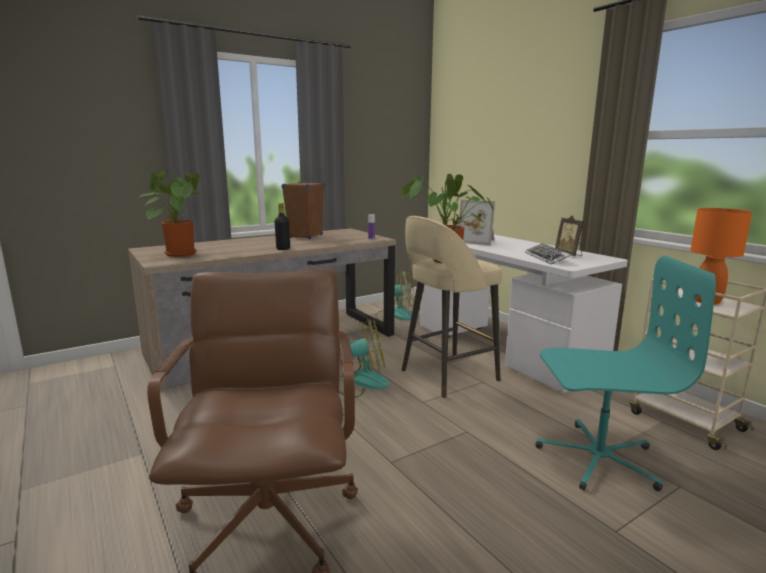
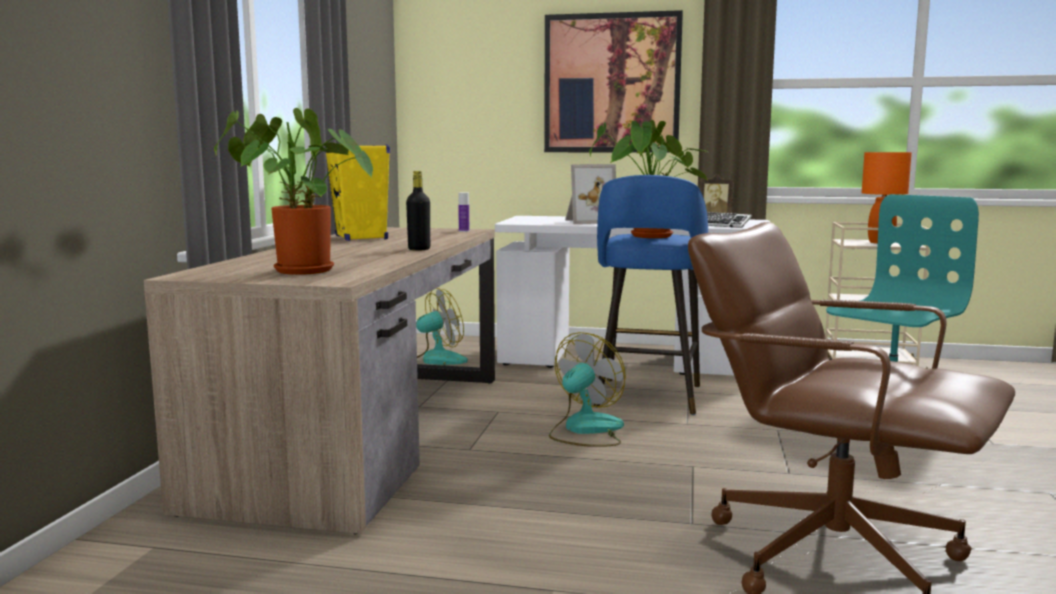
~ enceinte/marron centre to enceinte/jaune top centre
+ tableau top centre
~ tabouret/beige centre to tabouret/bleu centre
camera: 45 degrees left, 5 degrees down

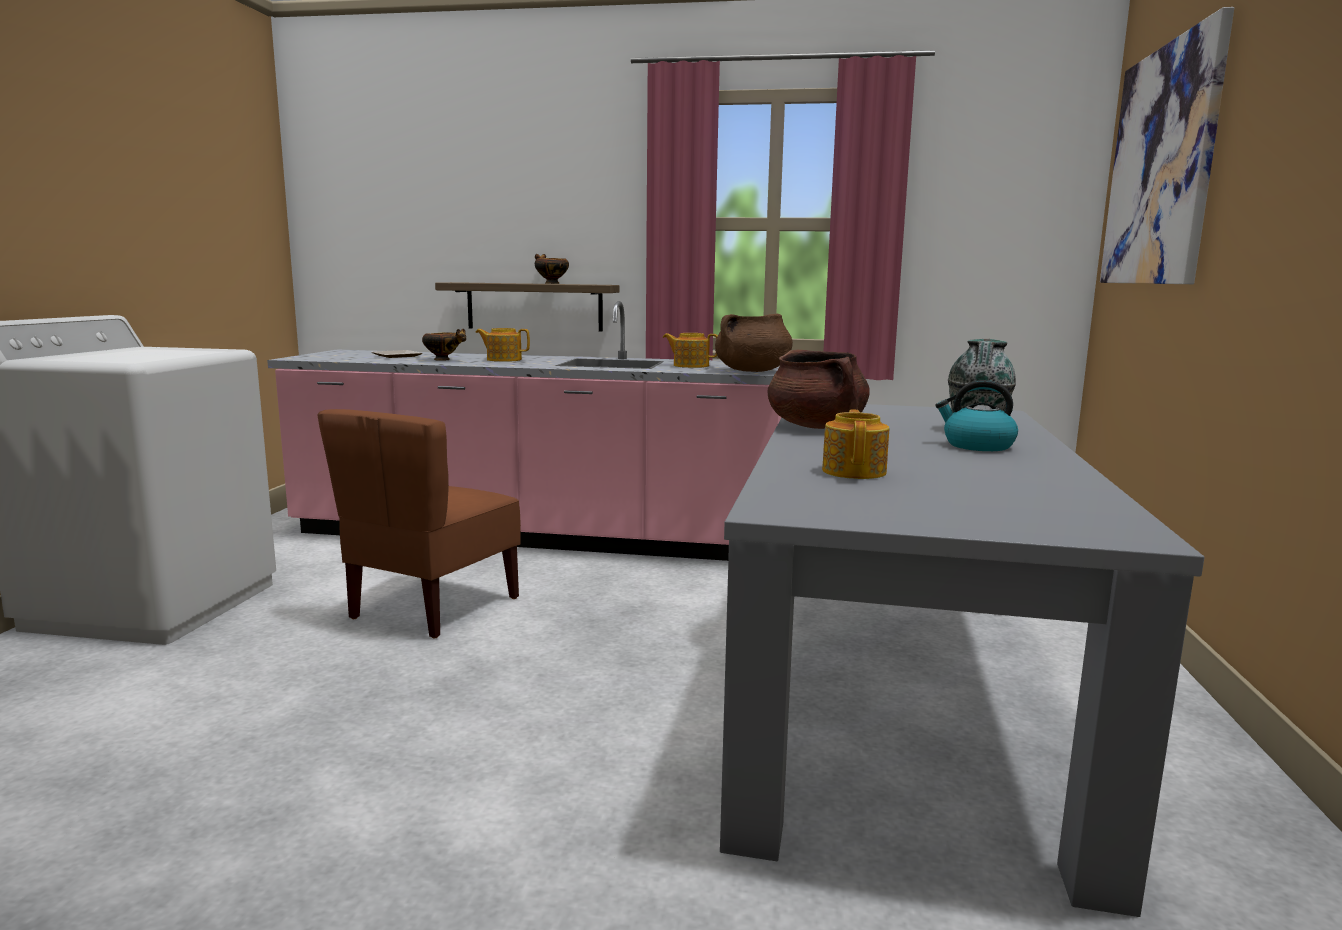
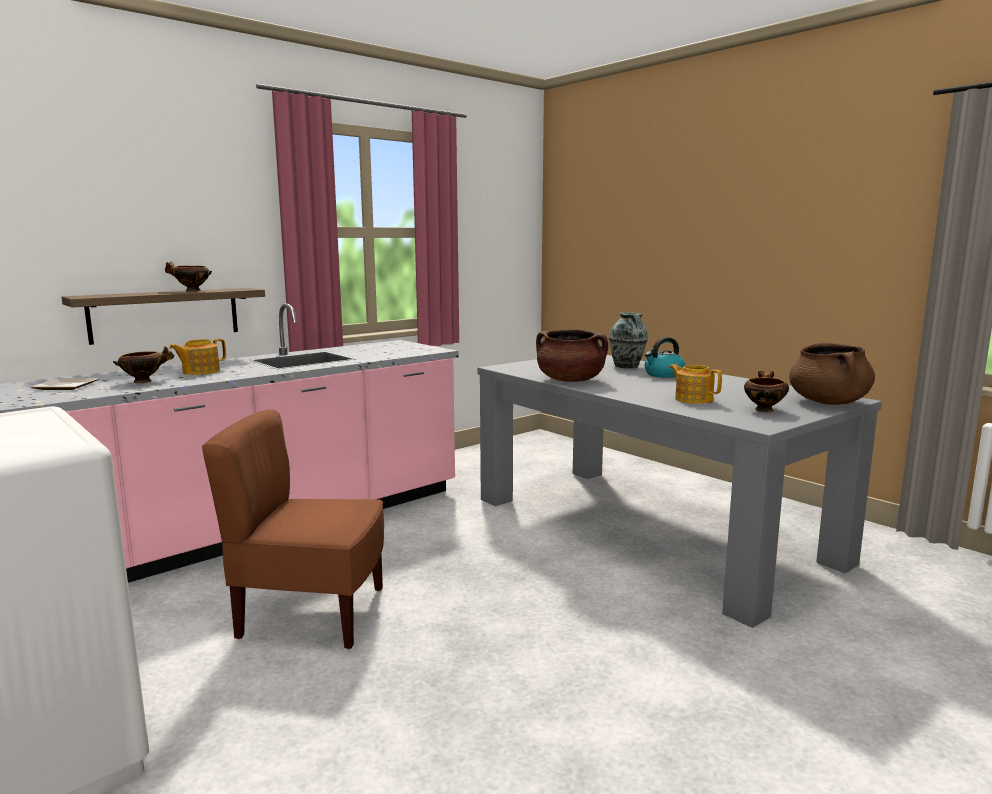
~ chaise/marron middle left = middle left 120 degrees clockwise
+ bol (no. 3 from left) middle right
~ marmite/marron (no. 1 from left in the first image) centre to marmite/marron (no. 2 from left) middle right
- théière (no. 2 from left) centre
- tableau top right
camera: 50 degrees left, 0 degrees up

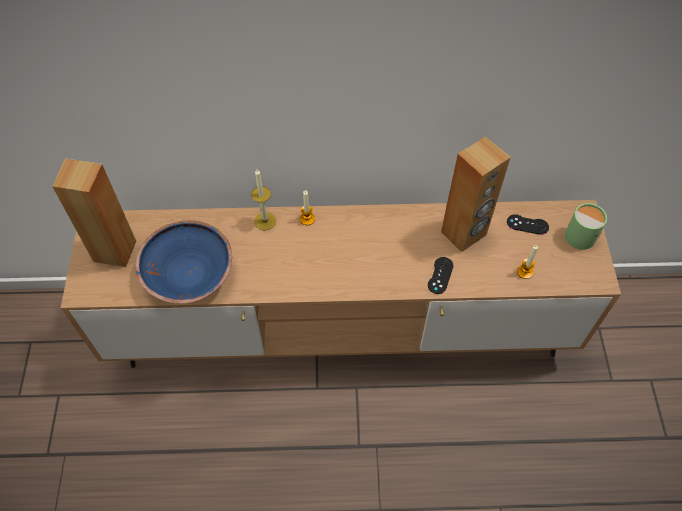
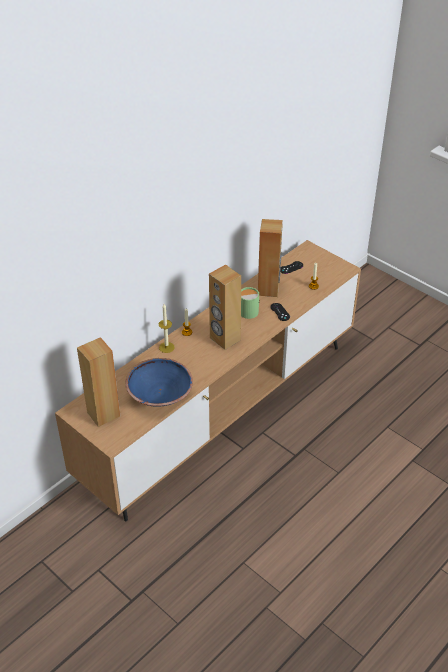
+ enceinte/marron (no. 2 from left) centre
~ mug/vert middle right to centre
camera: 45 degrees left, 15 degrees down

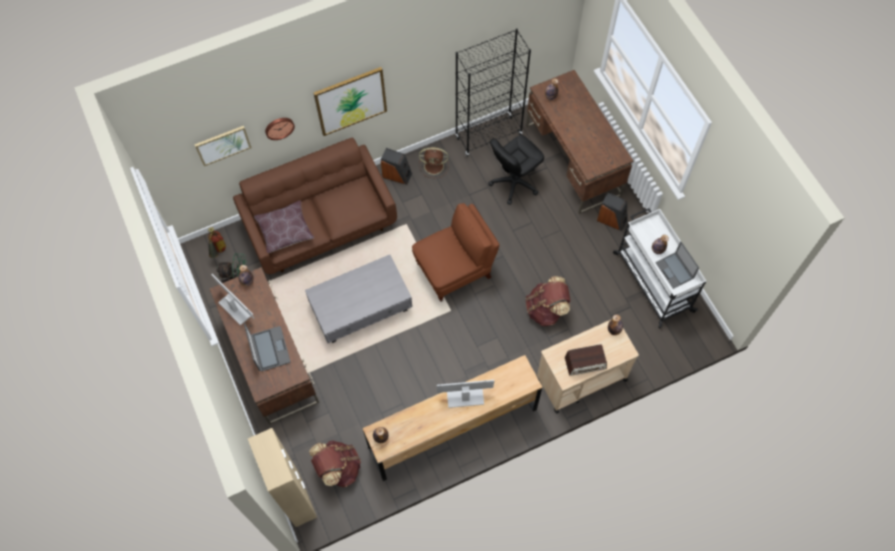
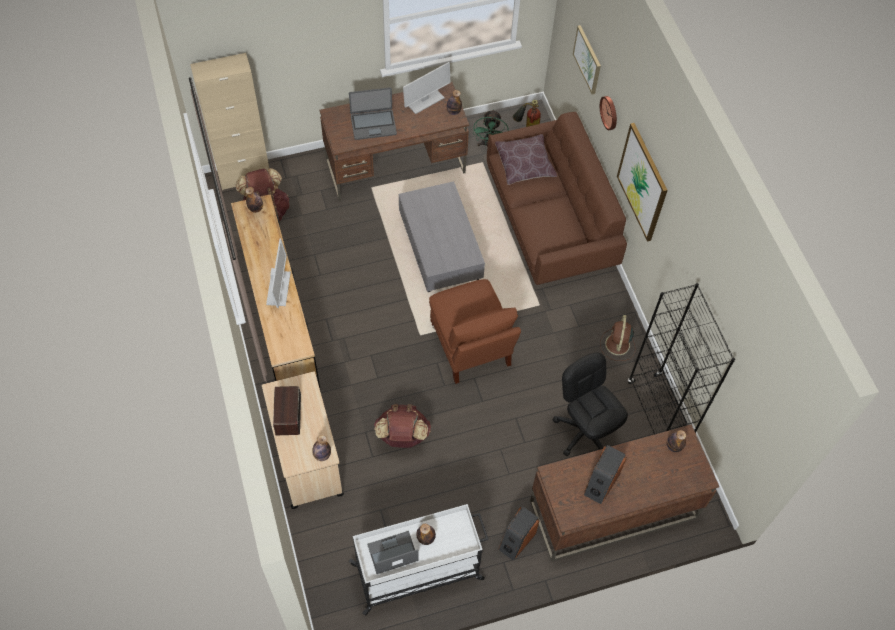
~ enceinte (no. 1 from left in the first image) top centre to enceinte (no. 2 from left) bottom right
camera: 95 degrees right, 5 degrees down

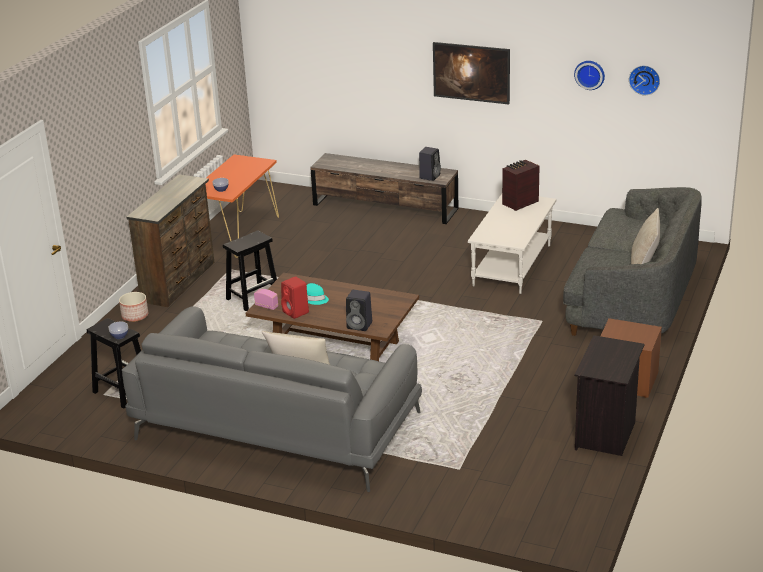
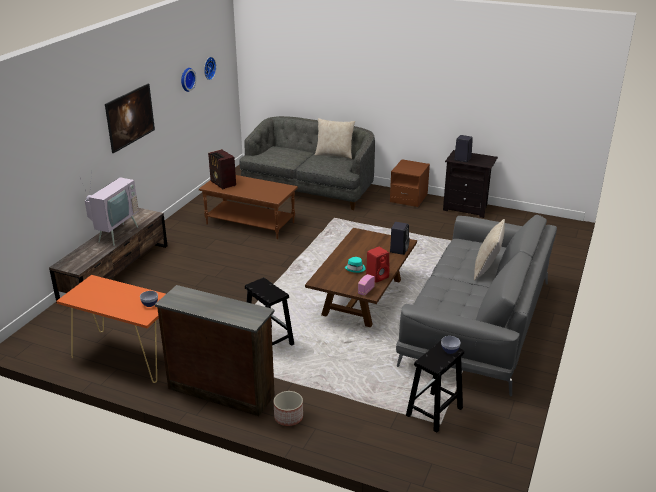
+ téléviseur middle left
~ table basse/blanc middle right to table basse/marron (no. 1 from left) centre
~ enceinte/noir (no. 2 from left) top centre to top right
camera: 90 degrees left, 0 degrees up

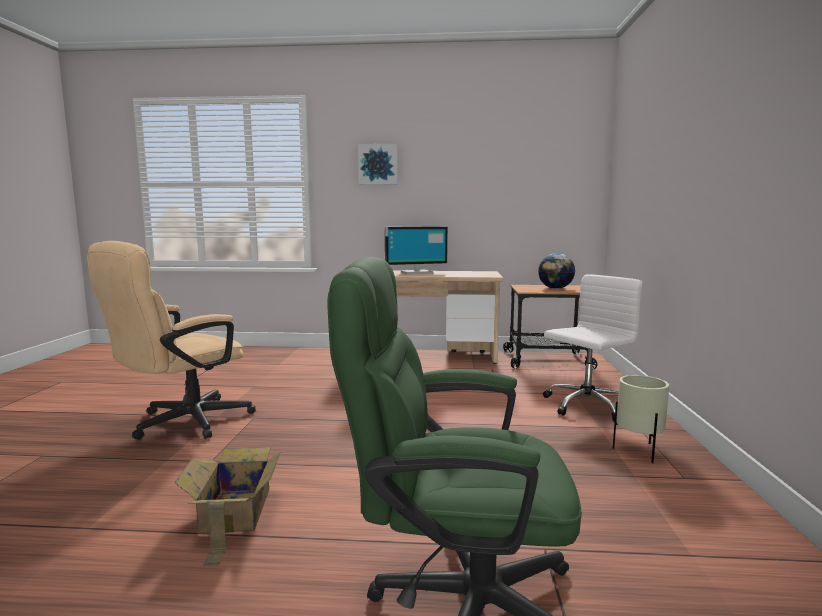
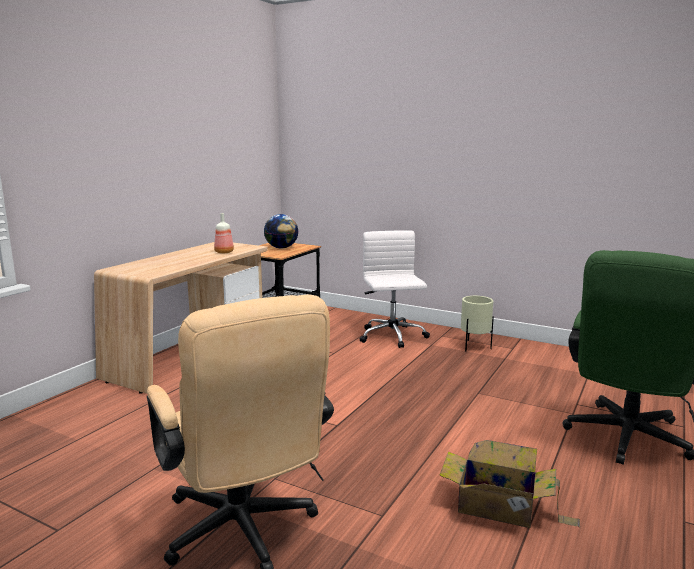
+ bouteille middle left
- tableau top centre
- écran d'ordinateur centre
camera: 65 degrees left, 5 degrees up

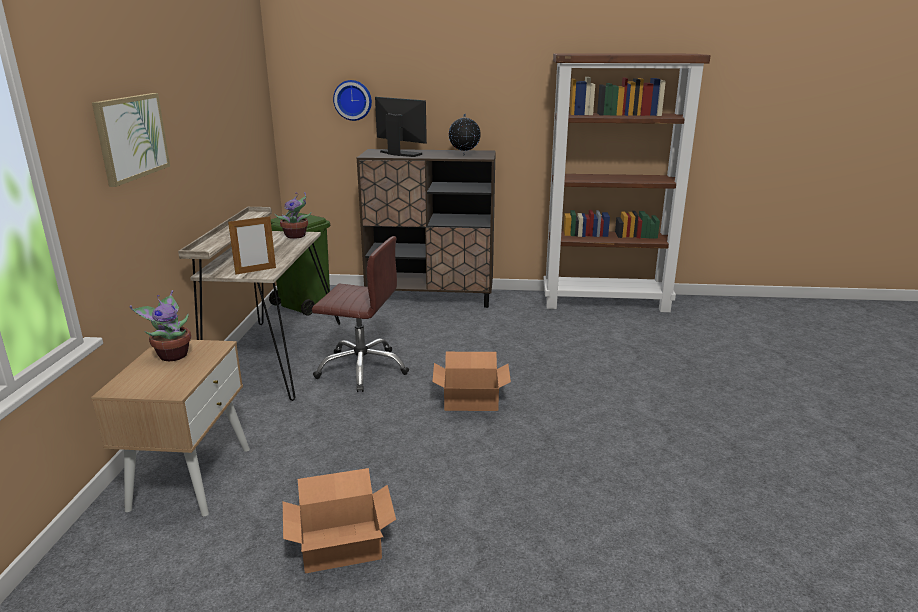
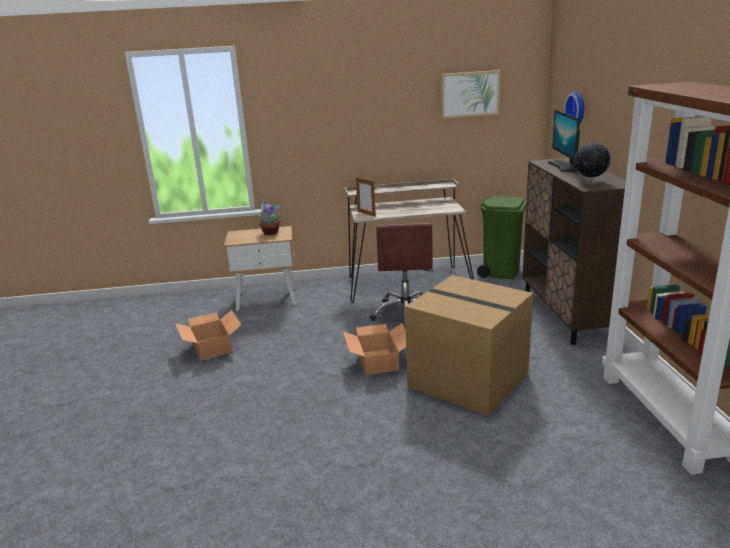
+ carton (no. 3 from left) centre
~ tableau top left to top centre
~ écran d'ordinateur top centre = top right 150 degrees clockwise
- plante en pot (no. 2 from left) middle left
camera: 80 degrees right, 0 degrees up

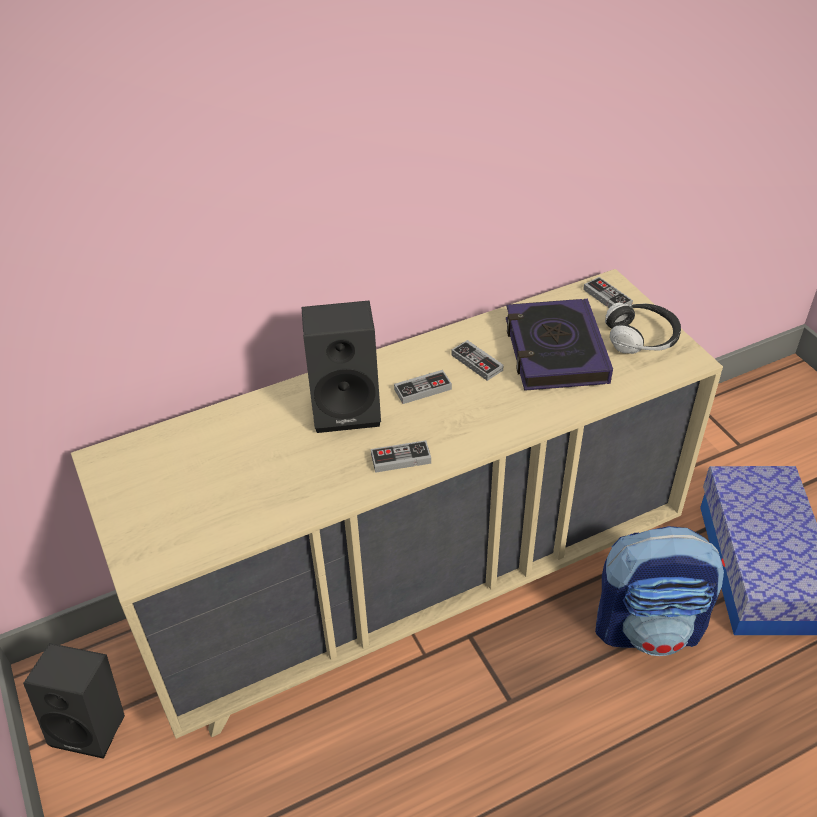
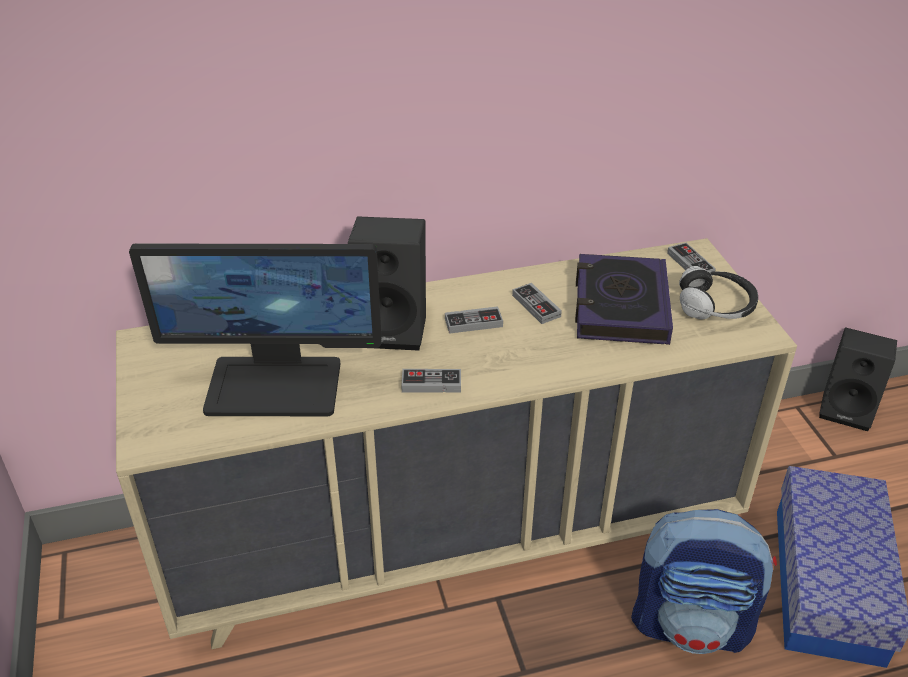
+ écran d'ordinateur middle left
~ enceinte/noir (no. 1 from left in the first image) bottom left to enceinte/noir (no. 2 from left) middle right
camera: 10 degrees right, 5 degrees down

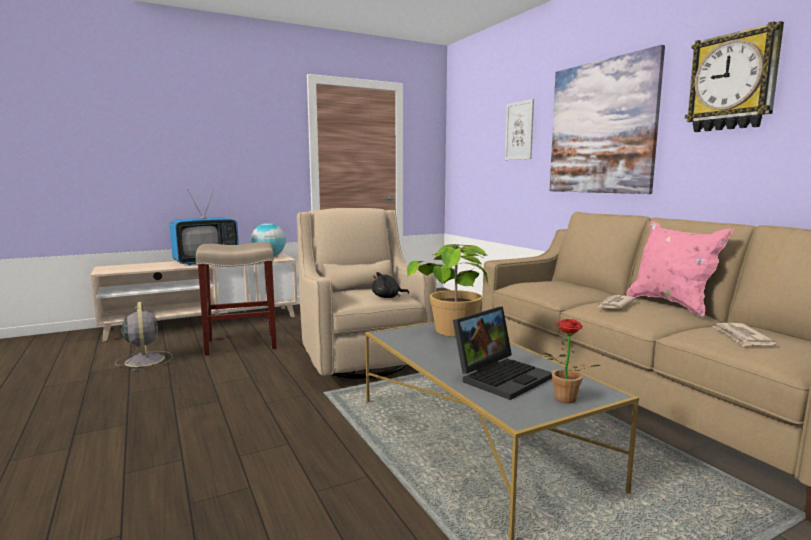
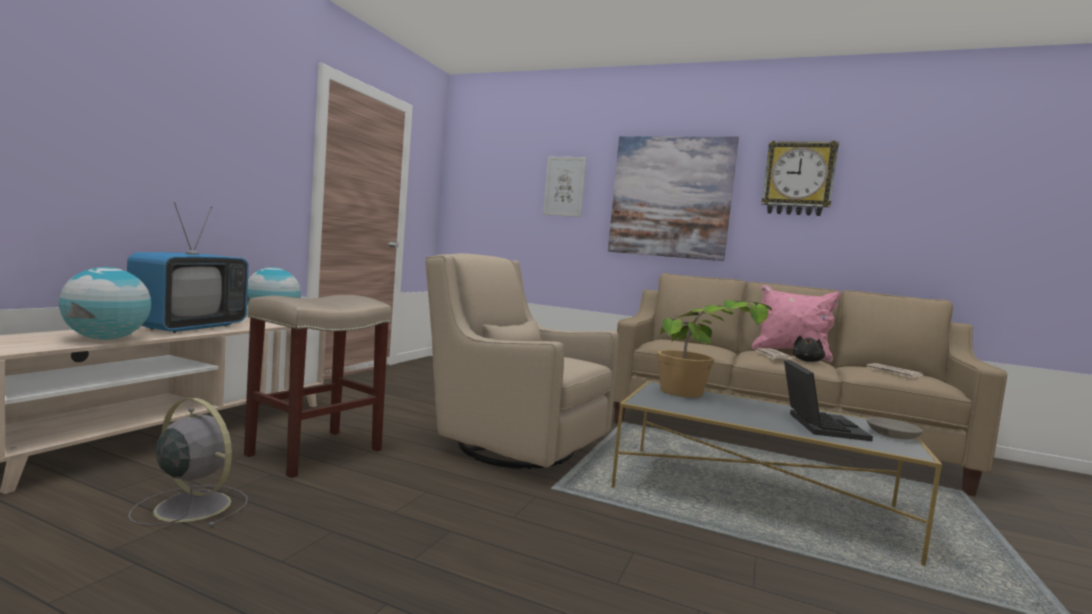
+ globe (no. 1 from left) middle left
~ peluche/noir centre to middle right
~ plante en pot (no. 2 from left) bottom right to bol/gris bottom right
camera: 40 degrees left, 5 degrees down

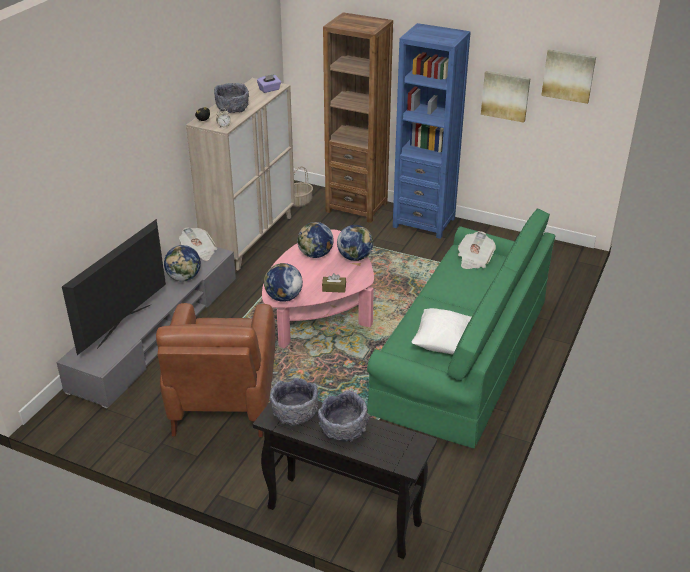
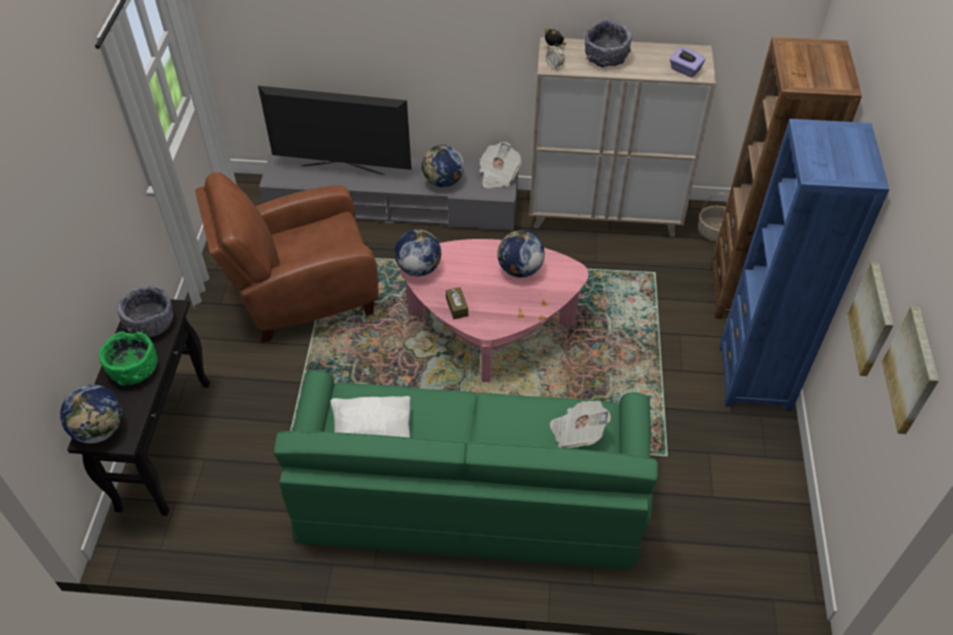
~ globe (no. 4 from left in the first image) centre to globe (no. 1 from left) middle left
~ bol/gris (no. 3 from left) bottom centre to bol/vert middle left
camera: 70 degrees right, 15 degrees up

